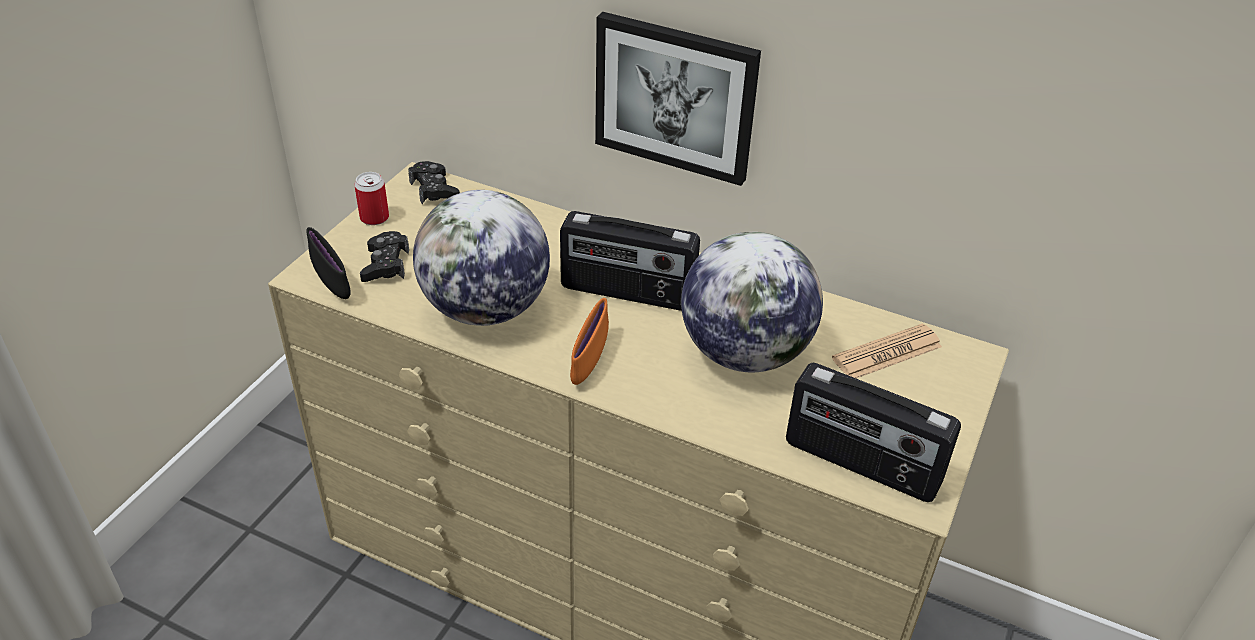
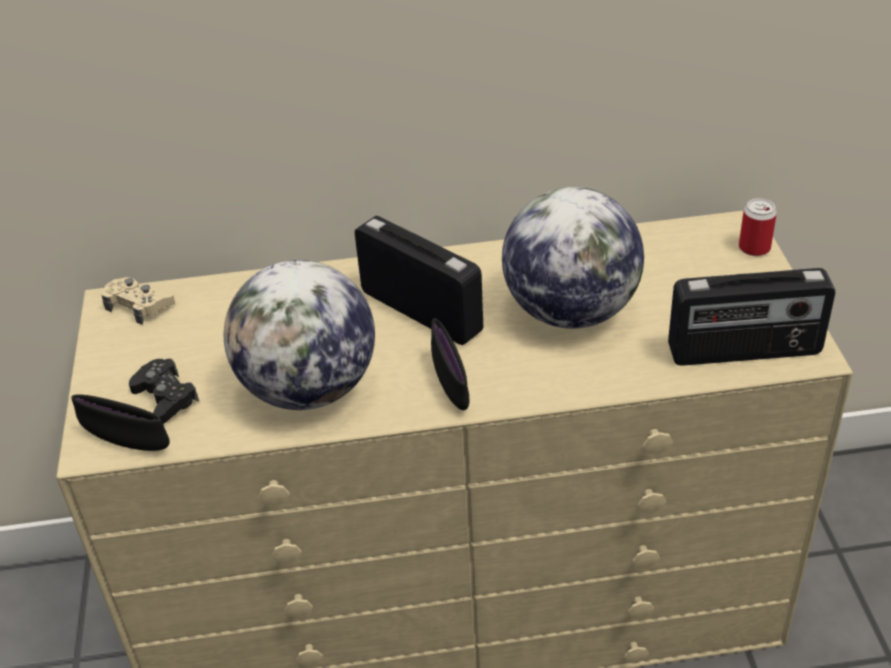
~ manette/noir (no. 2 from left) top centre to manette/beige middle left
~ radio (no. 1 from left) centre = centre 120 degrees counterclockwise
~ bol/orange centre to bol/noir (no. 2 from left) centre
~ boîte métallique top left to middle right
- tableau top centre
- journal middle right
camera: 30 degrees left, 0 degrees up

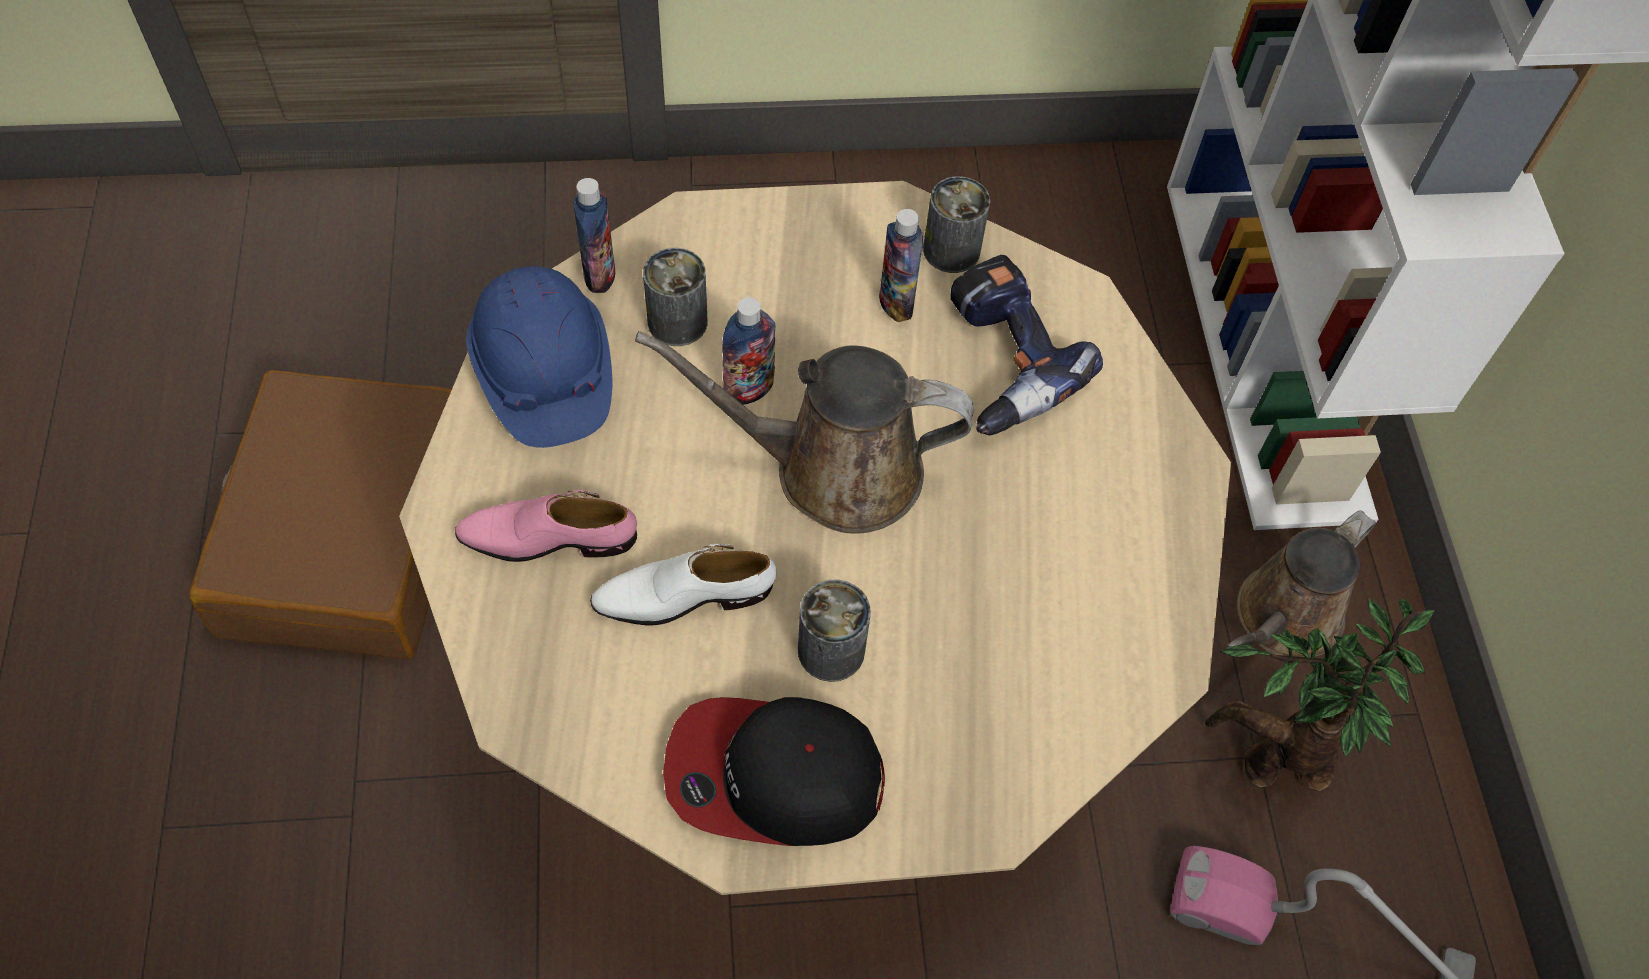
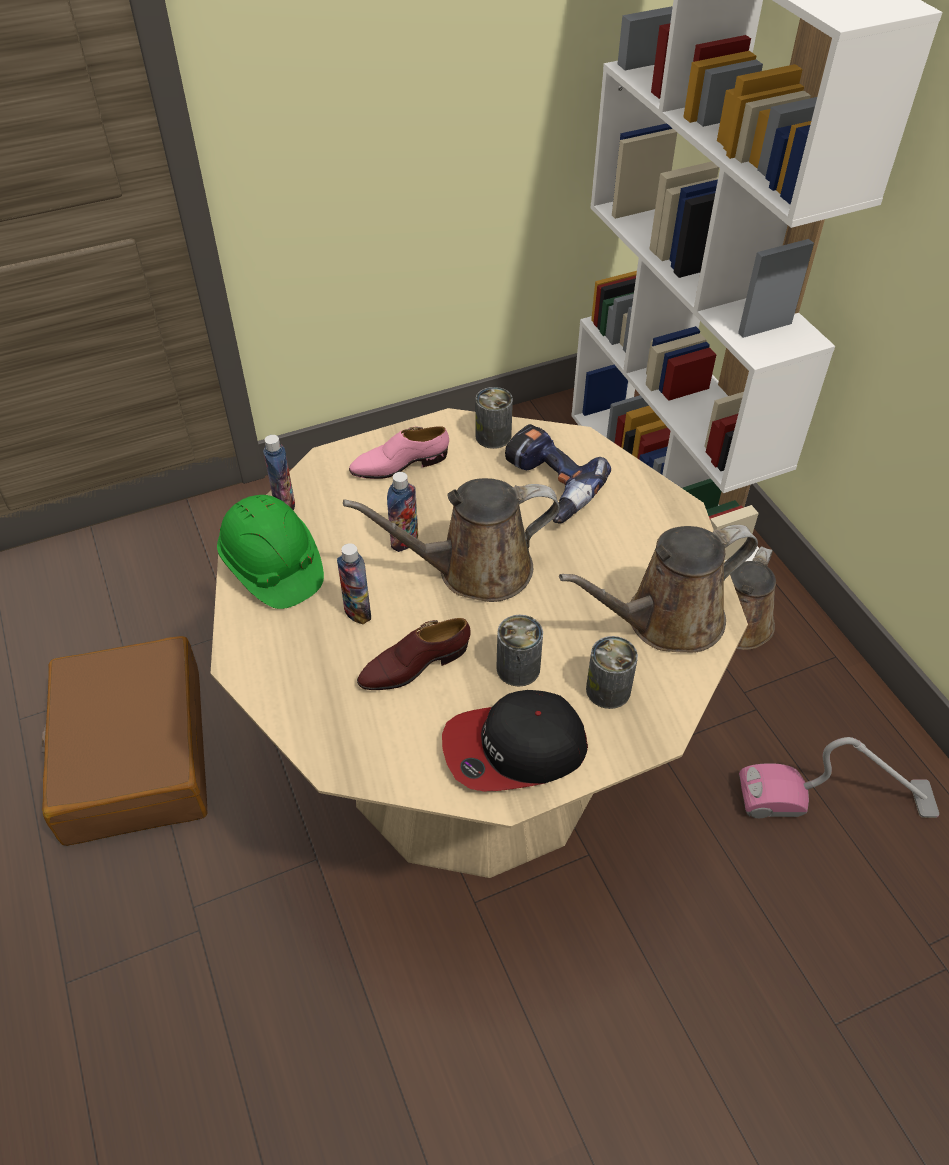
~ casque de chantier/bleu middle left to casque de chantier/vert middle left
~ bouteille (no. 3 from left in the first image) top centre to bouteille (no. 2 from left) centre
~ chaussure/rose middle left to centre
~ chaussure/blanc centre to chaussure/marron centre
+ arrosoir/marron (no. 2 from left) middle right
~ boîte métallique (no. 1 from left in the first image) top centre to boîte métallique (no. 3 from left) centre
- plante en pot bottom right
camera: 15 degrees left, 10 degrees down

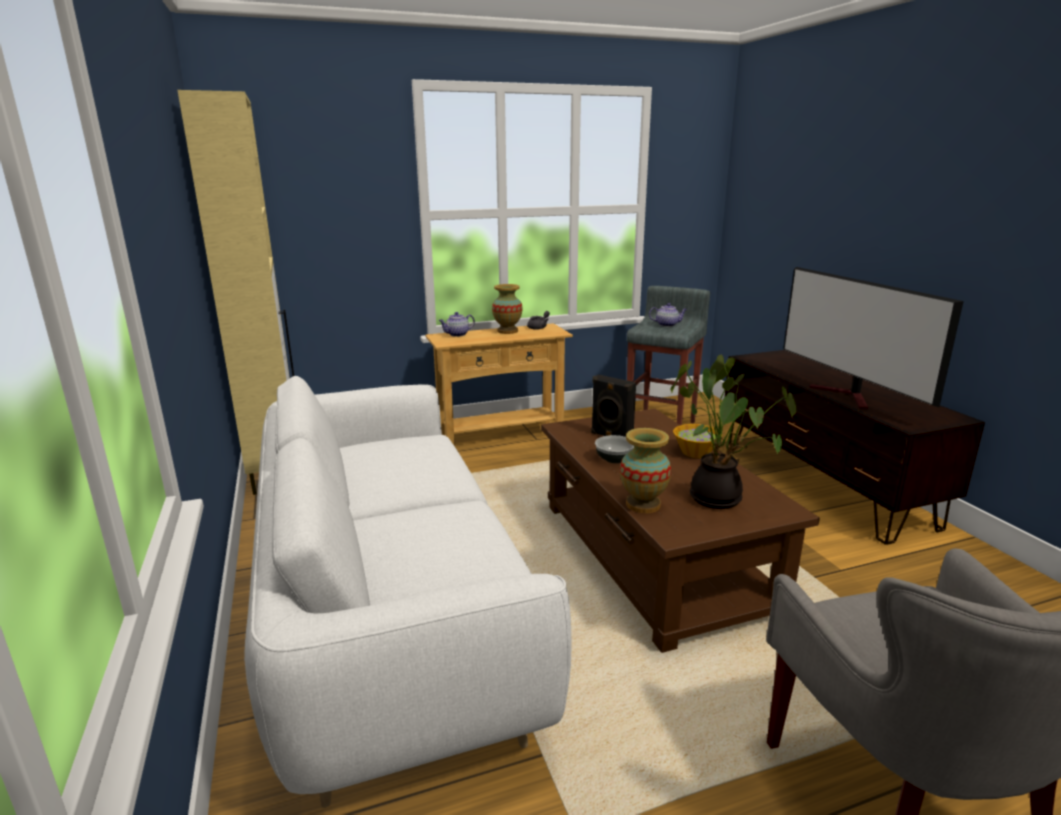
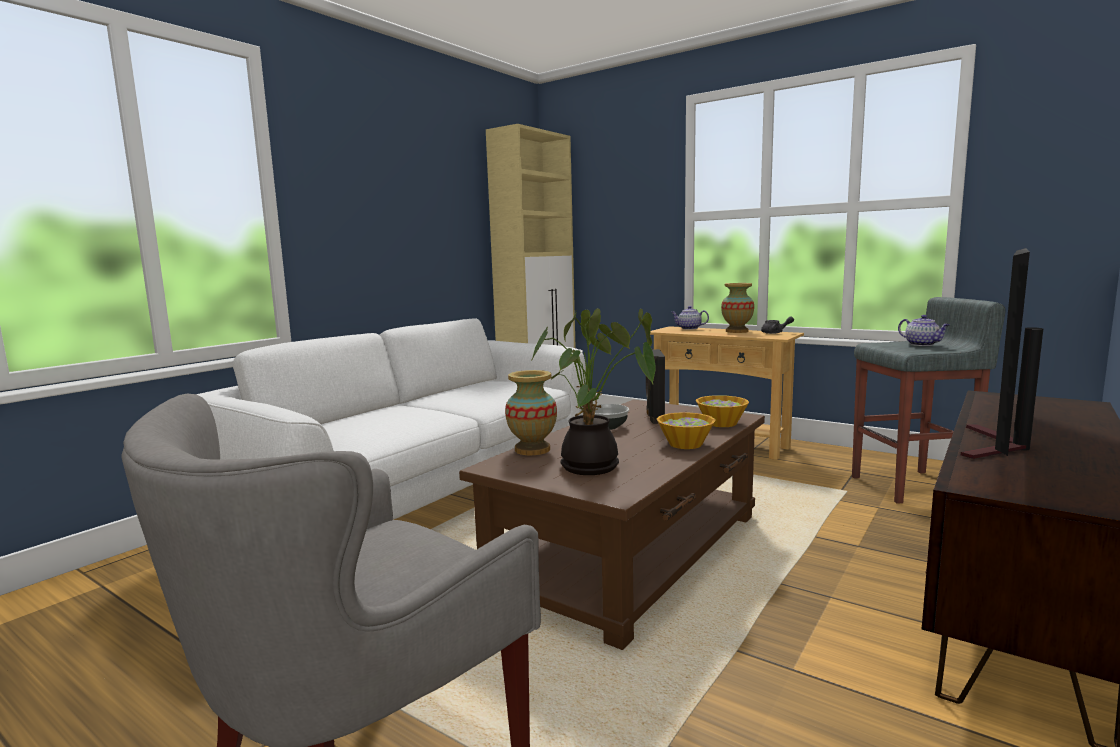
+ bol (no. 3 from left) centre
camera: 55 degrees right, 10 degrees down

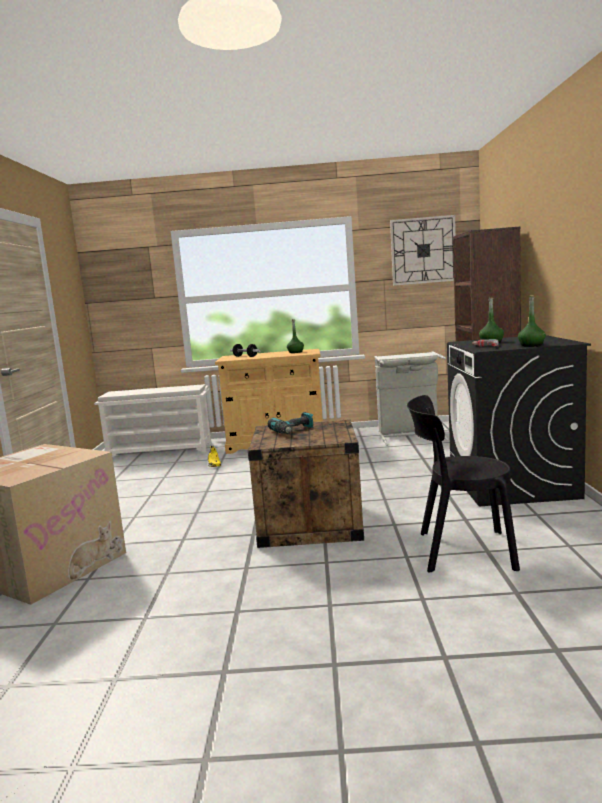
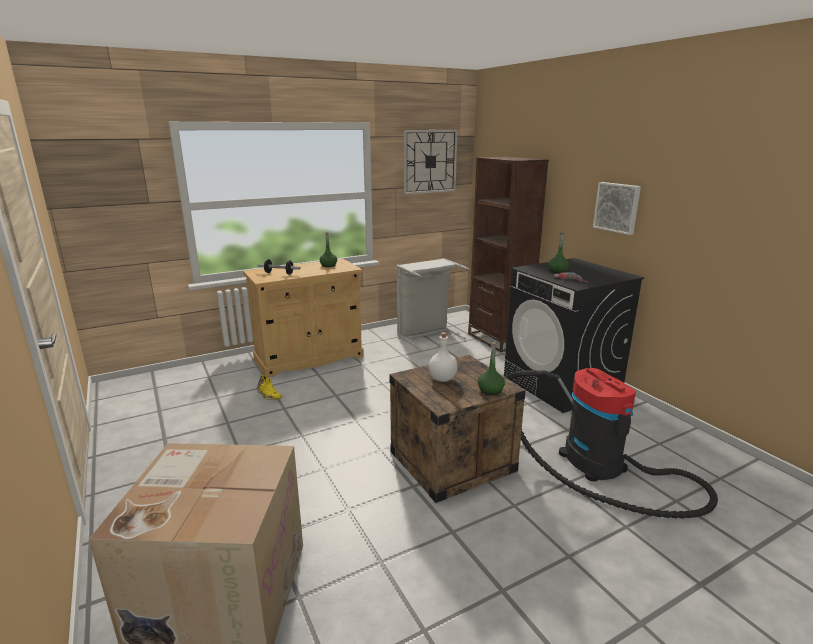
~ perceuse (no. 1 from left) centre to bouteille/blanc centre
~ bouteille/vert (no. 3 from left in the first image) middle right to bouteille/vert (no. 2 from left) centre
~ chaise/noir middle right to aspirateur bottom right
+ tableau top right
- étagère à chaussures/blanc middle left
camera: 30 degrees left, 10 degrees up

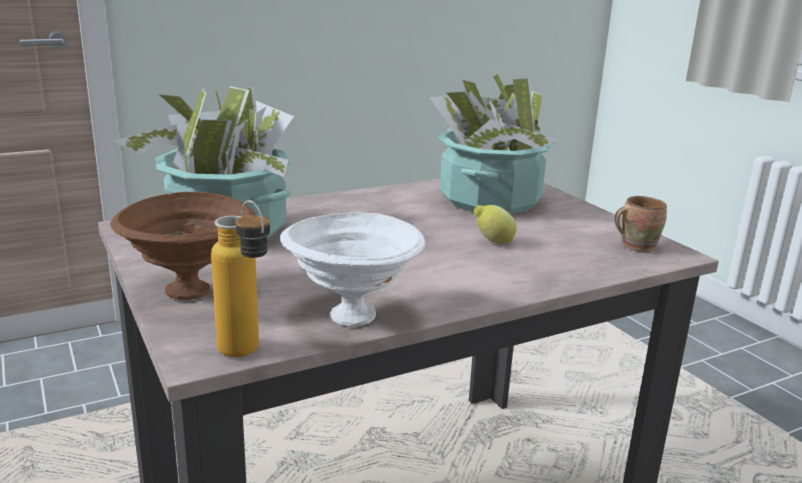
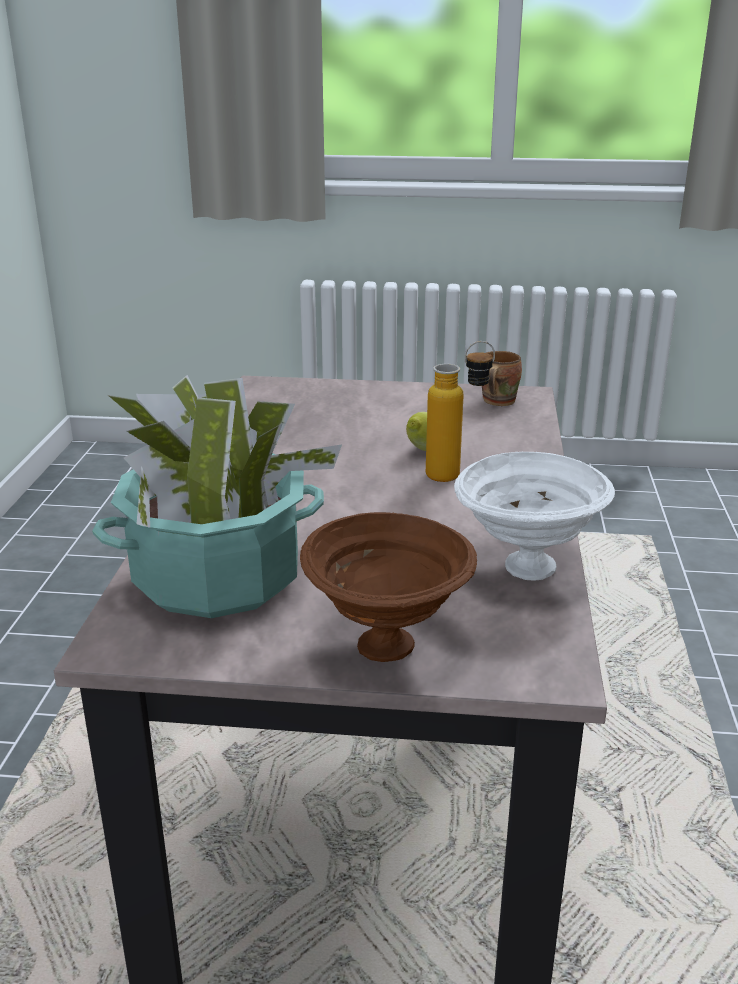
~ bouteille middle left to centre
- plante en pot (no. 2 from left) top centre
camera: 55 degrees left, 5 degrees up

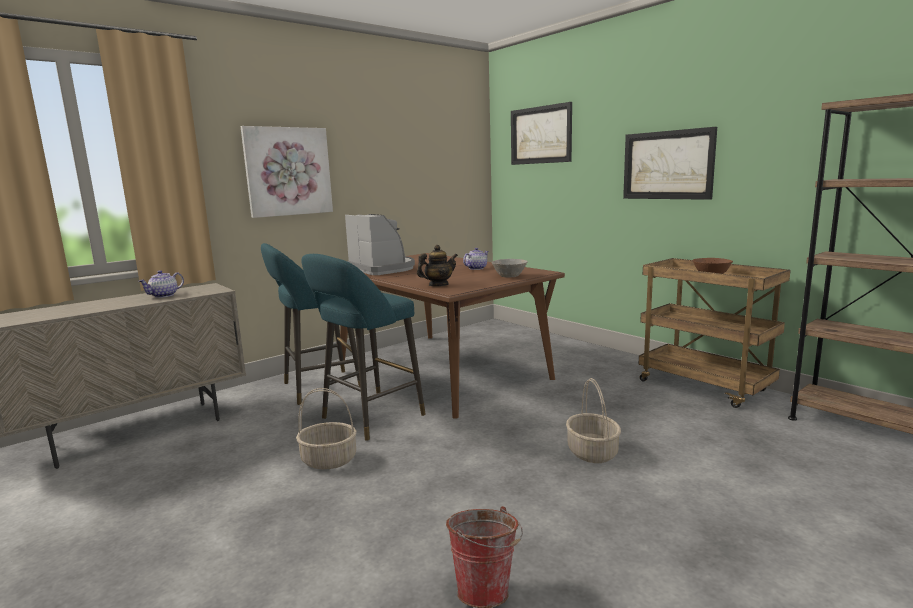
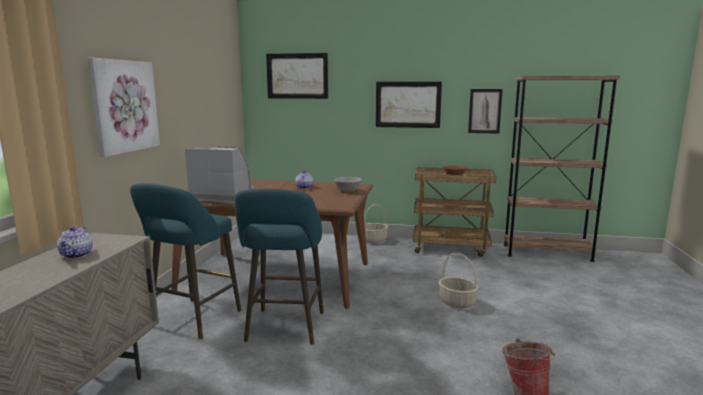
~ panier (no. 1 from left) bottom centre to centre
+ tableau (no. 4 from left) top right
- théière (no. 2 from left) centre
camera: 40 degrees left, 0 degrees up

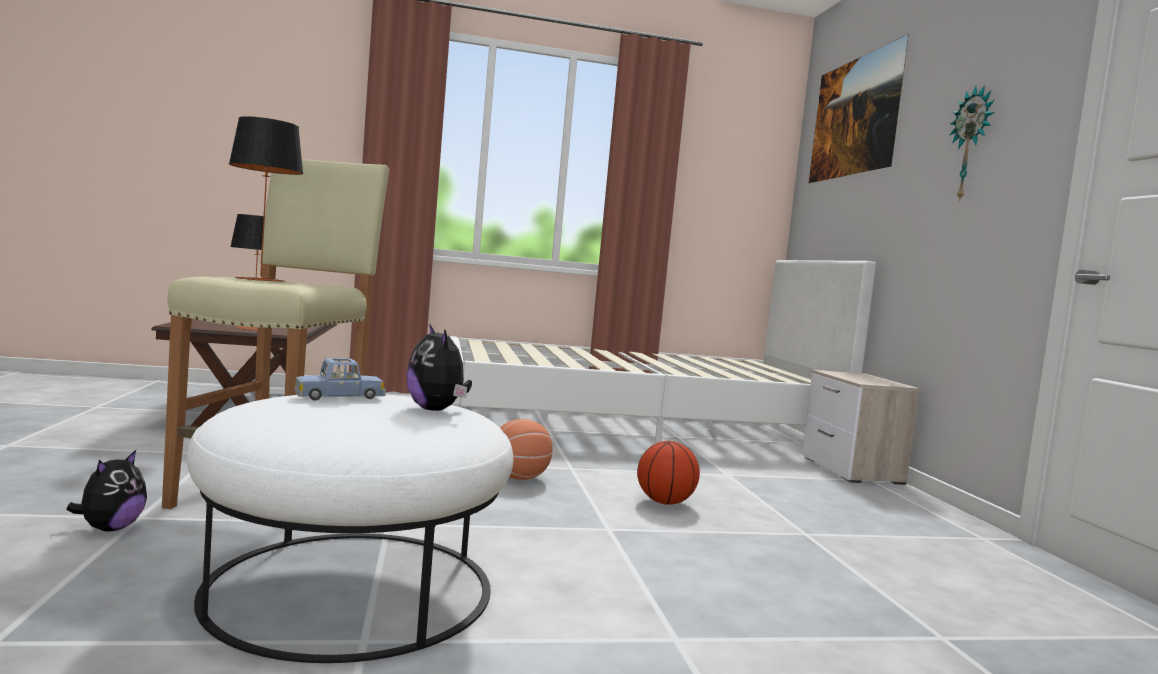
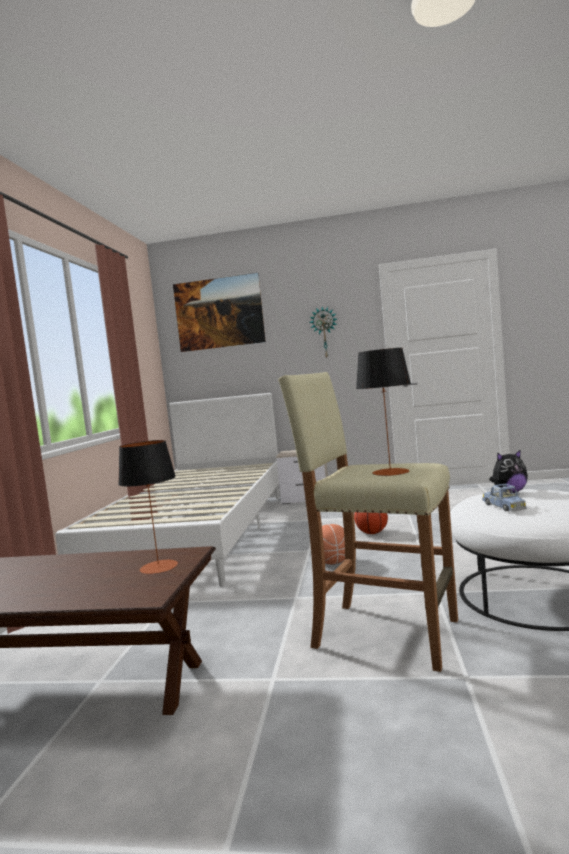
- peluche (no. 1 from left) bottom left
camera: 70 degrees left, 0 degrees up

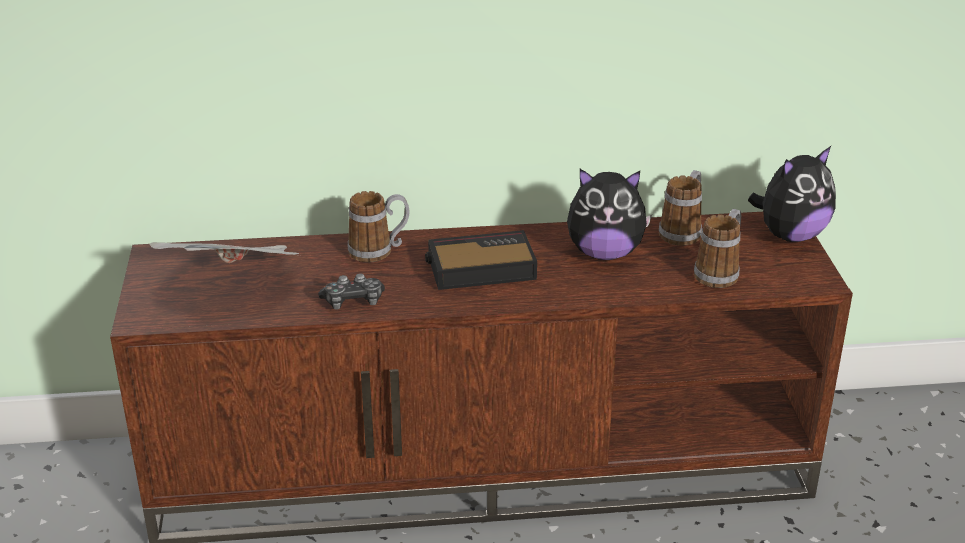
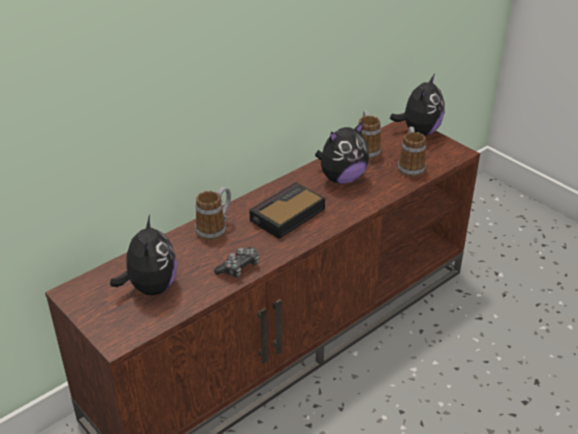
~ journal middle left to peluche (no. 1 from left) middle left
camera: 35 degrees left, 5 degrees up

